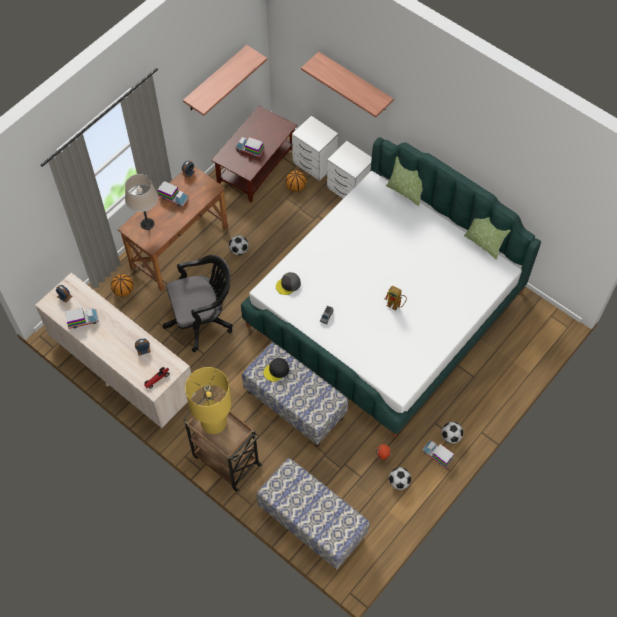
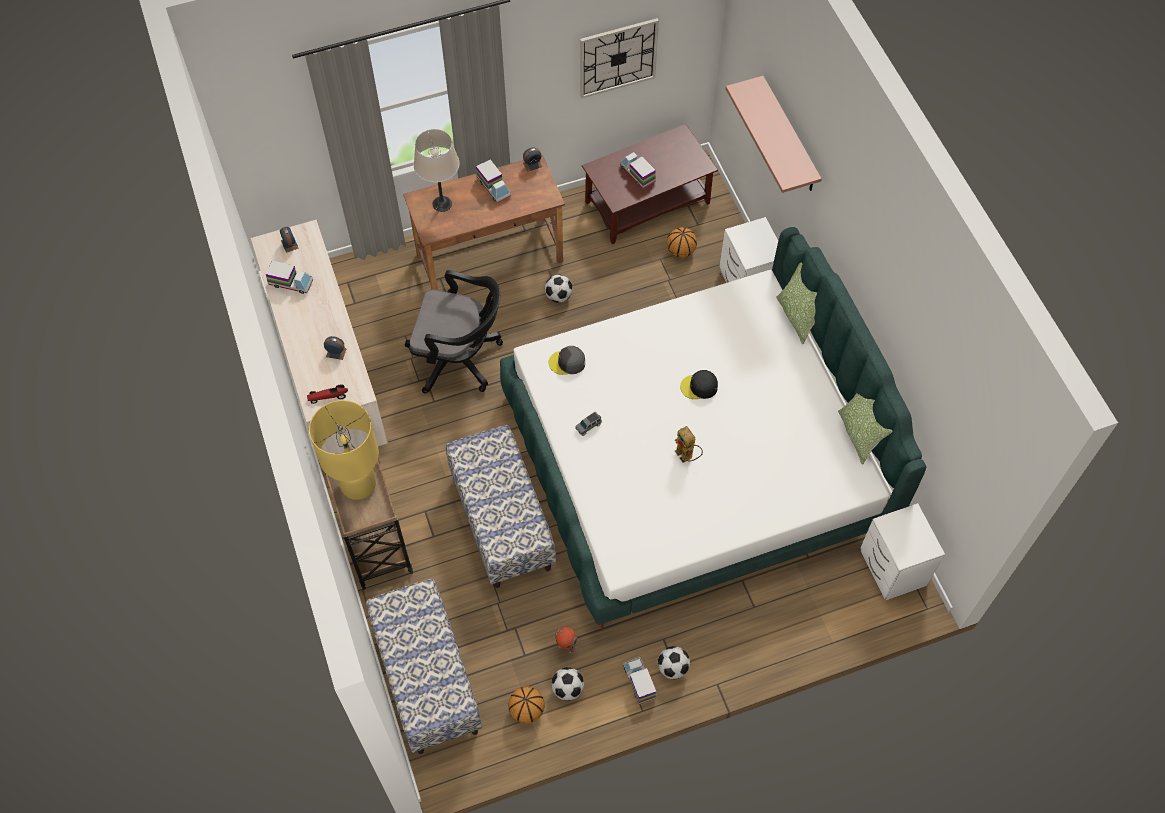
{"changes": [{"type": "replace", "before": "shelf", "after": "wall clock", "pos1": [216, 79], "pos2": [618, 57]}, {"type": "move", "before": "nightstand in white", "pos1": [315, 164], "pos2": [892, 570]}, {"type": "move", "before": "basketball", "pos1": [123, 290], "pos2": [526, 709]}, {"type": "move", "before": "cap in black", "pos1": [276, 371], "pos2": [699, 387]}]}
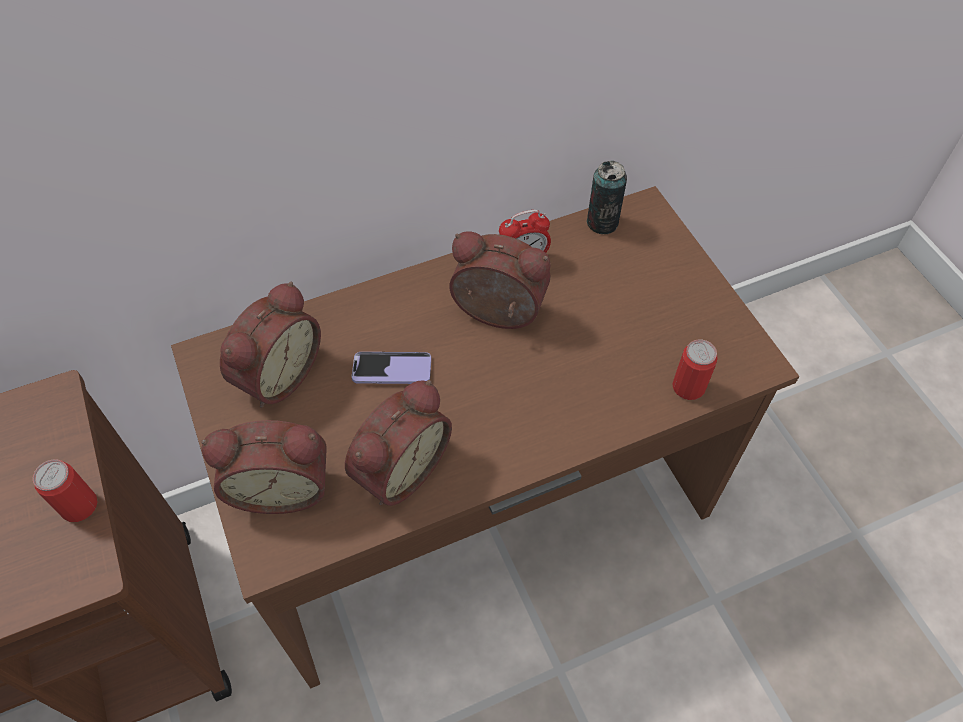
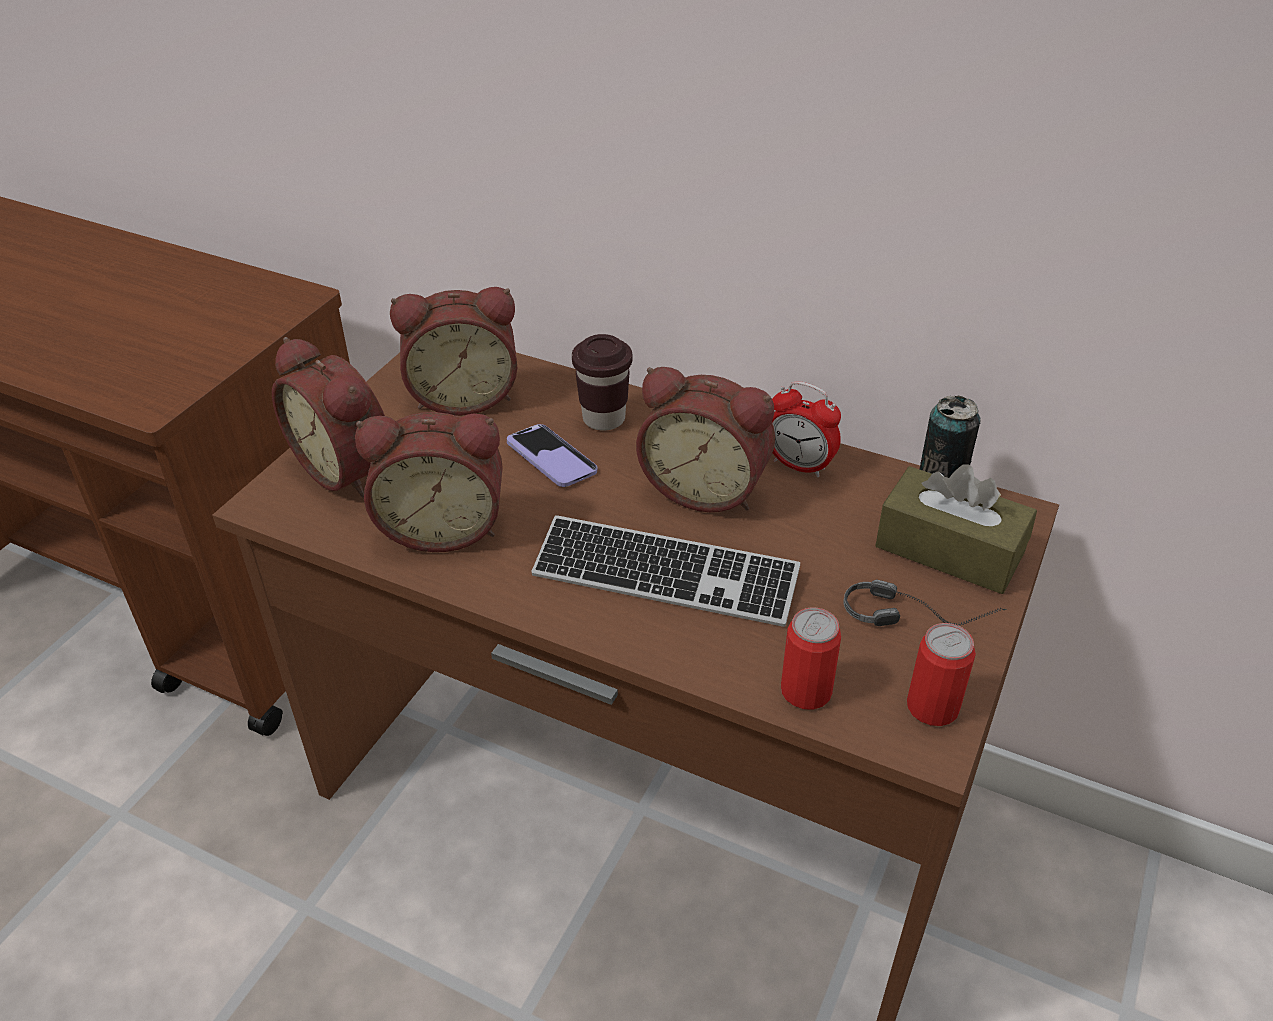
{"changes": [{"type": "rotate", "before": "alarm clock", "pos1": [497, 315], "pos2": [706, 487], "turn": 135}, {"type": "move", "before": "can", "pos1": [79, 506], "pos2": [932, 707]}, {"type": "insert", "after": "cup in brown", "pos2": [604, 419]}, {"type": "insert", "after": "tissue box in brown", "pos2": [949, 550]}, {"type": "insert", "after": "keyboard", "pos2": [665, 575]}, {"type": "insert", "after": "headphones", "pos2": [919, 614]}]}
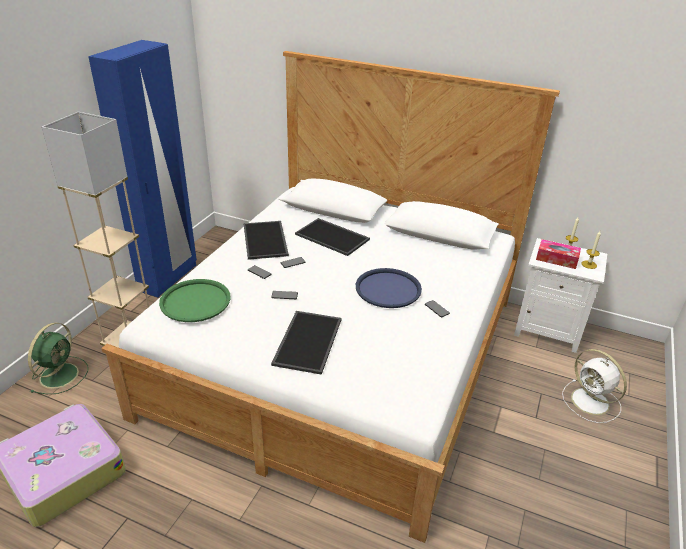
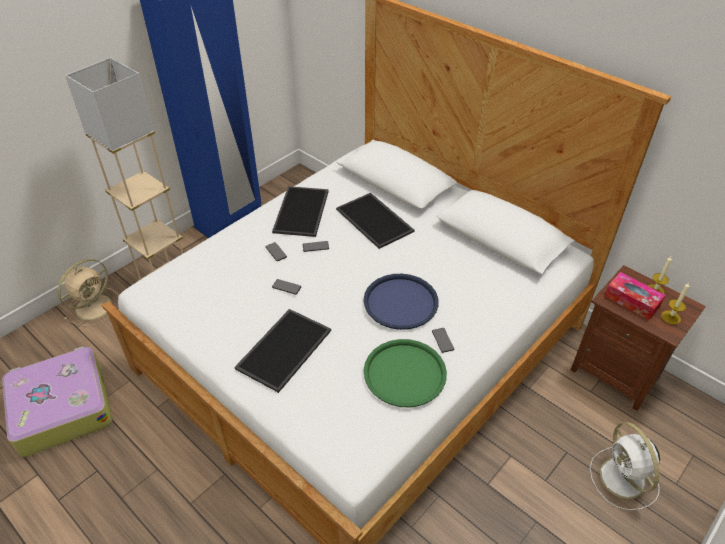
{"changes": [{"type": "recolor", "before": "nightstand in white", "after": "nightstand in brown", "pos1": [547, 329], "pos2": [616, 372]}, {"type": "move", "before": "tray in green", "pos1": [195, 301], "pos2": [405, 373]}, {"type": "recolor", "before": "fan in green", "after": "fan in beige", "pos1": [60, 374], "pos2": [95, 306]}]}
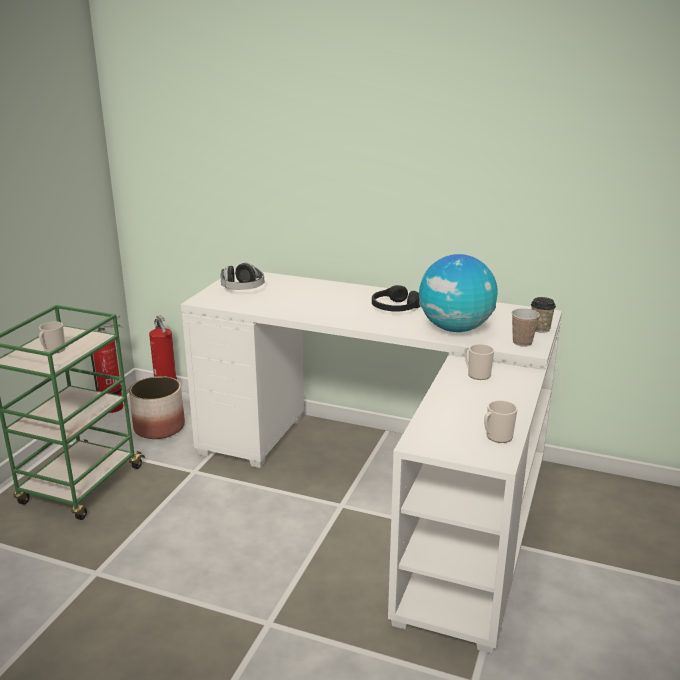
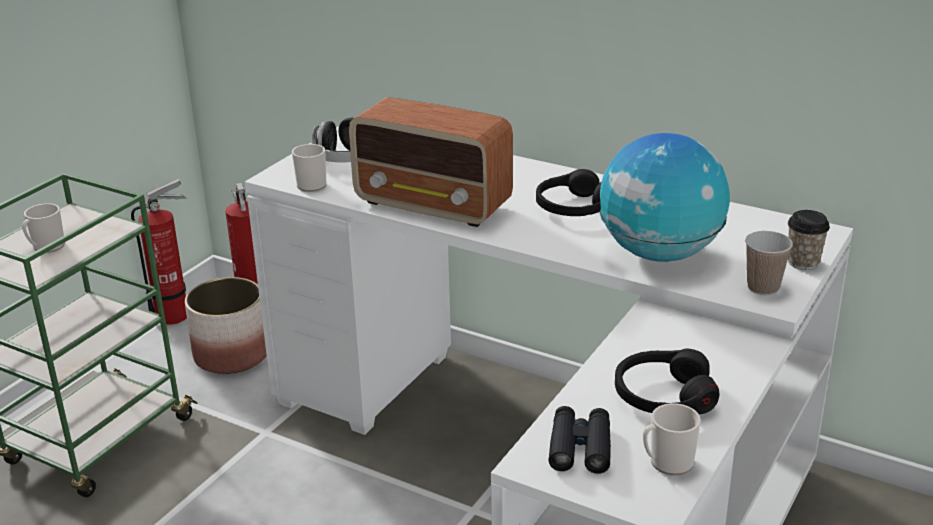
{"changes": [{"type": "move", "before": "mug", "pos1": [476, 374], "pos2": [309, 184]}, {"type": "insert", "after": "radio", "pos2": [434, 205]}, {"type": "insert", "after": "headphones in black", "pos2": [663, 396]}, {"type": "insert", "after": "binoculars in black", "pos2": [580, 447]}]}
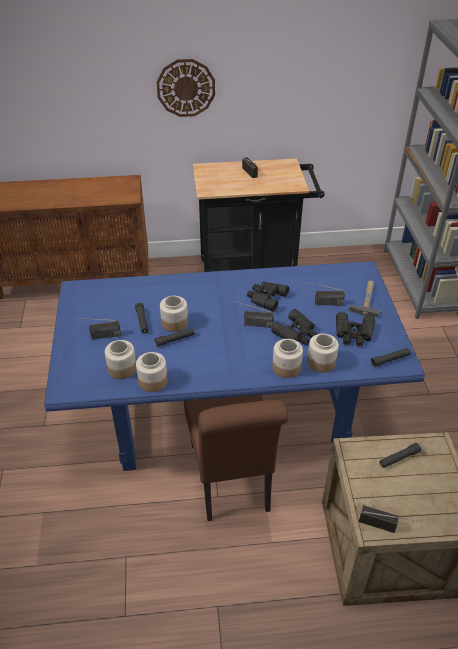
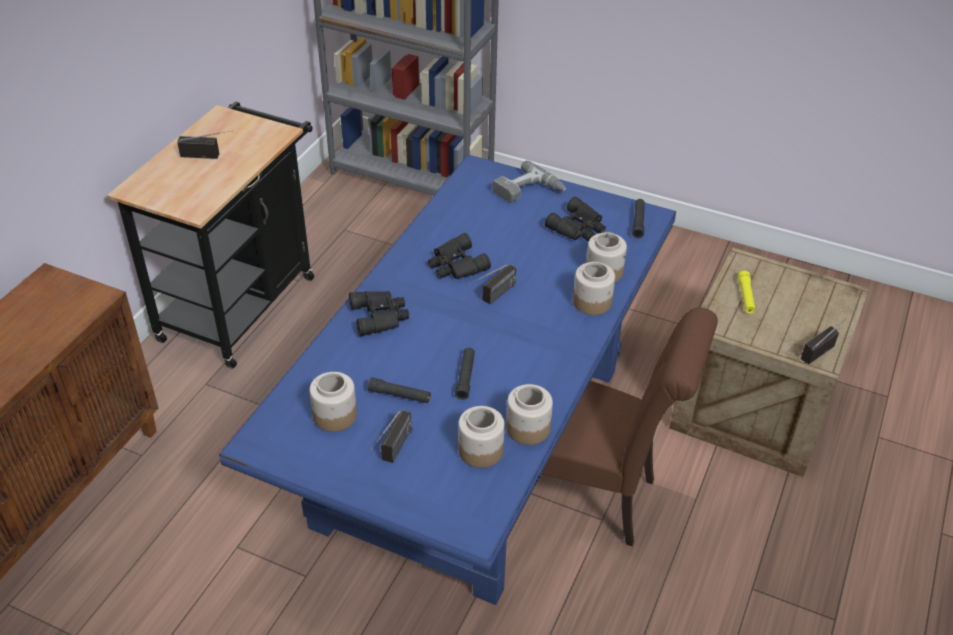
{"changes": [{"type": "delete", "before": "wall clock", "pos1": [186, 88]}, {"type": "replace", "before": "hammer", "after": "power drill", "pos1": [366, 299], "pos2": [528, 191]}, {"type": "delete", "before": "radio", "pos1": [321, 303]}, {"type": "move", "before": "jar", "pos1": [174, 323], "pos2": [334, 416]}, {"type": "move", "before": "binoculars in black", "pos1": [297, 333], "pos2": [380, 316]}, {"type": "recolor", "before": "flashlight in black", "after": "flashlight in yellow", "pos1": [399, 458], "pos2": [745, 296]}]}
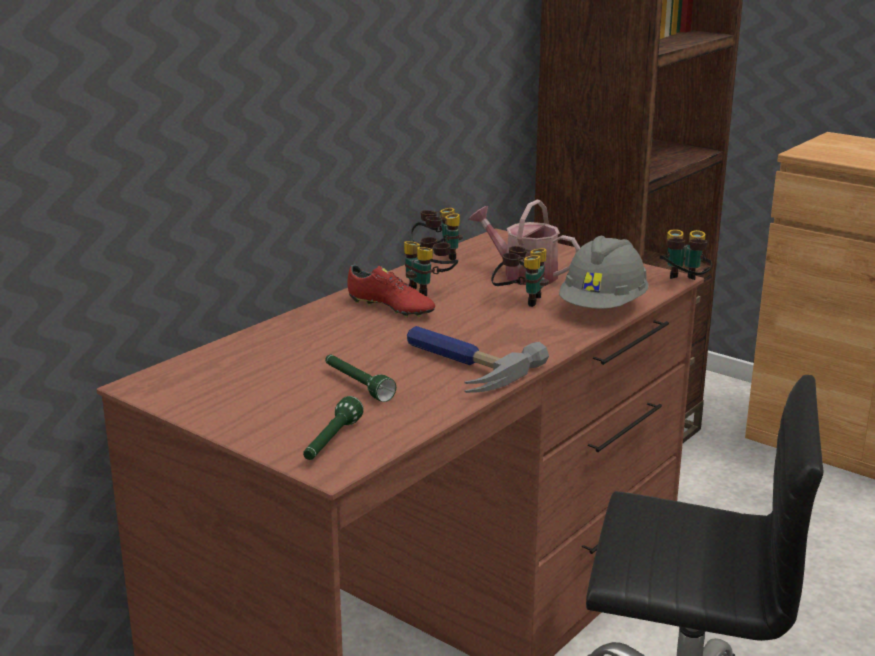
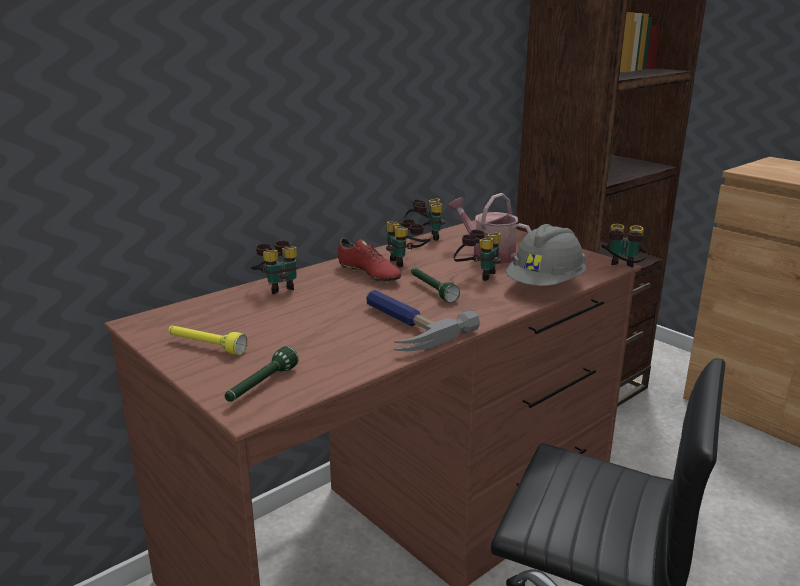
{"changes": [{"type": "move", "before": "flashlight in green", "pos1": [357, 385], "pos2": [432, 290]}, {"type": "insert", "after": "binoculars", "pos2": [278, 287]}, {"type": "insert", "after": "flashlight in yellow", "pos2": [206, 346]}]}
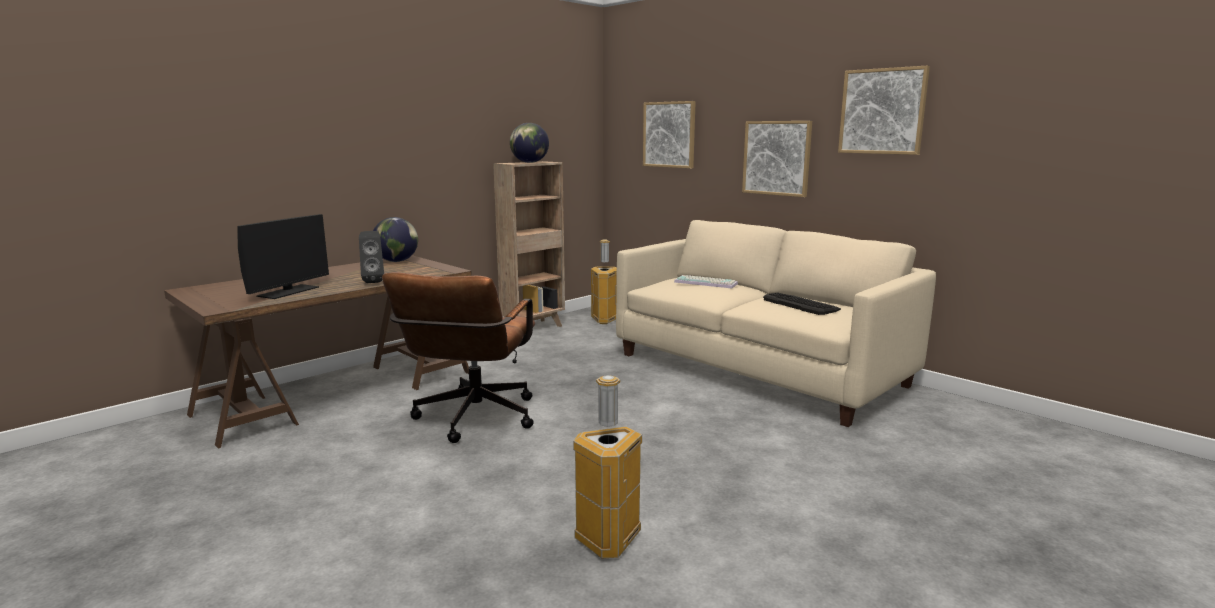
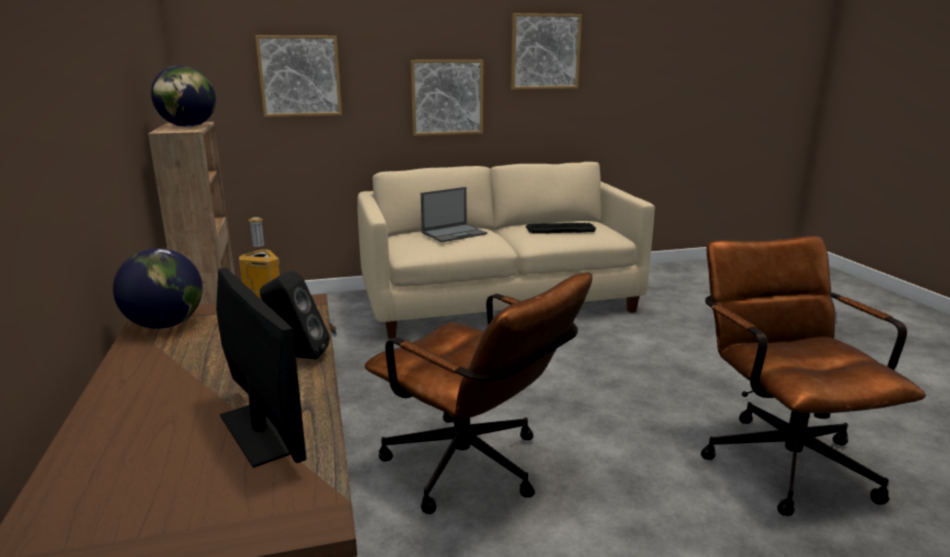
{"changes": [{"type": "replace", "before": "keyboard", "after": "laptop", "pos1": [706, 283], "pos2": [454, 233]}, {"type": "replace", "before": "trash can", "after": "office chair in brown", "pos1": [610, 540], "pos2": [780, 456]}]}
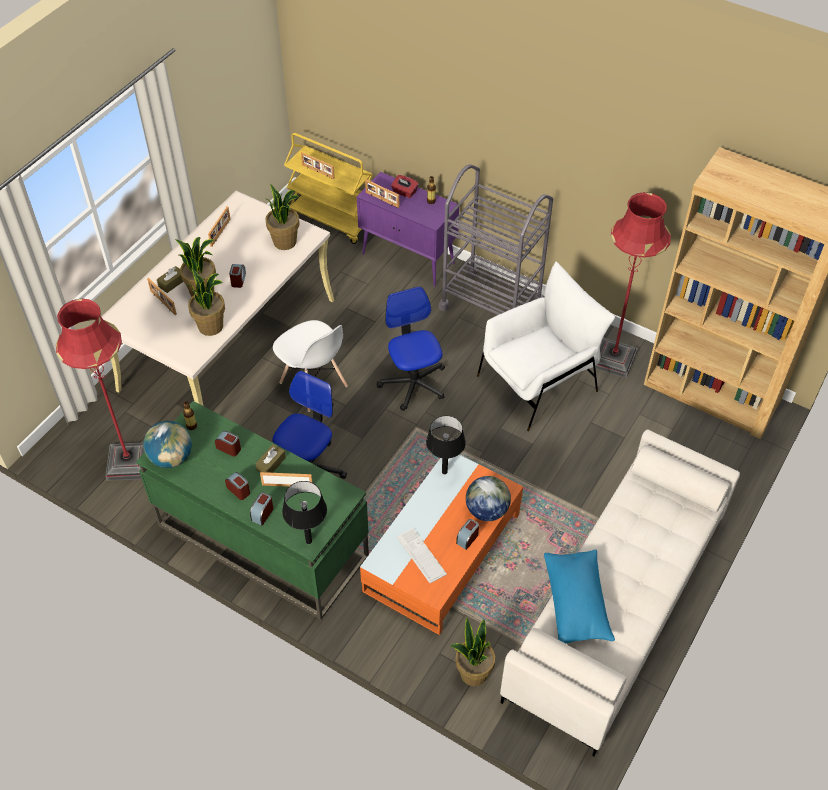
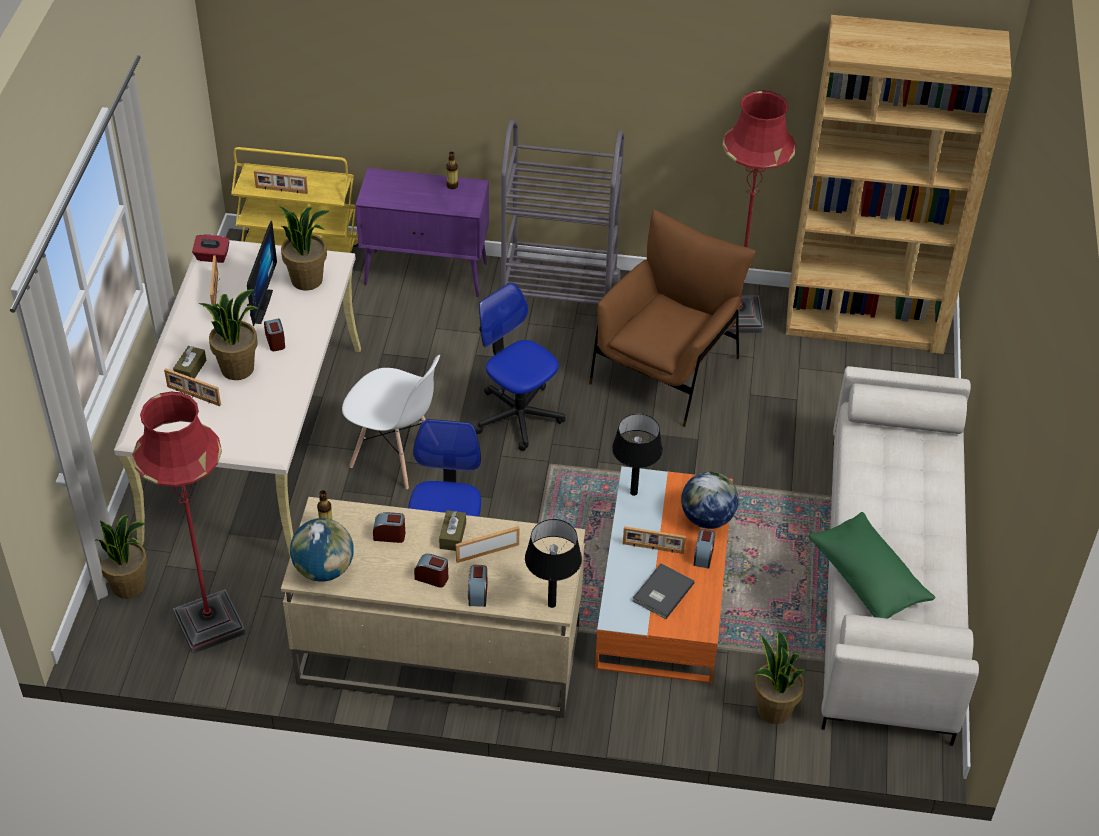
{"changes": [{"type": "move", "before": "tissue box in red", "pos1": [404, 192], "pos2": [212, 257]}, {"type": "move", "before": "picture frame", "pos1": [382, 200], "pos2": [653, 548]}, {"type": "recolor", "before": "armchair in white", "after": "armchair in brown", "pos1": [538, 383], "pos2": [665, 369]}, {"type": "move", "before": "potted plant", "pos1": [211, 326], "pos2": [129, 585]}, {"type": "recolor", "before": "desk in green", "after": "desk in beige", "pos1": [262, 540], "pos2": [438, 655]}, {"type": "replace", "before": "keyboard", "after": "book in grey", "pos1": [421, 555], "pos2": [661, 592]}, {"type": "recolor", "before": "pillow in blue", "after": "pillow in green", "pos1": [576, 603], "pos2": [868, 578]}, {"type": "insert", "after": "monitor", "pos2": [257, 306]}]}
